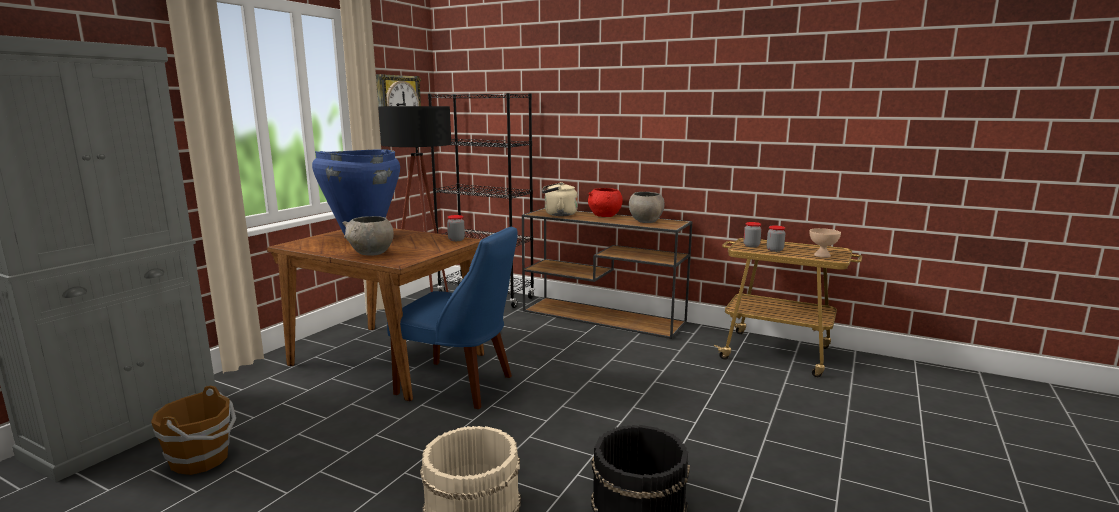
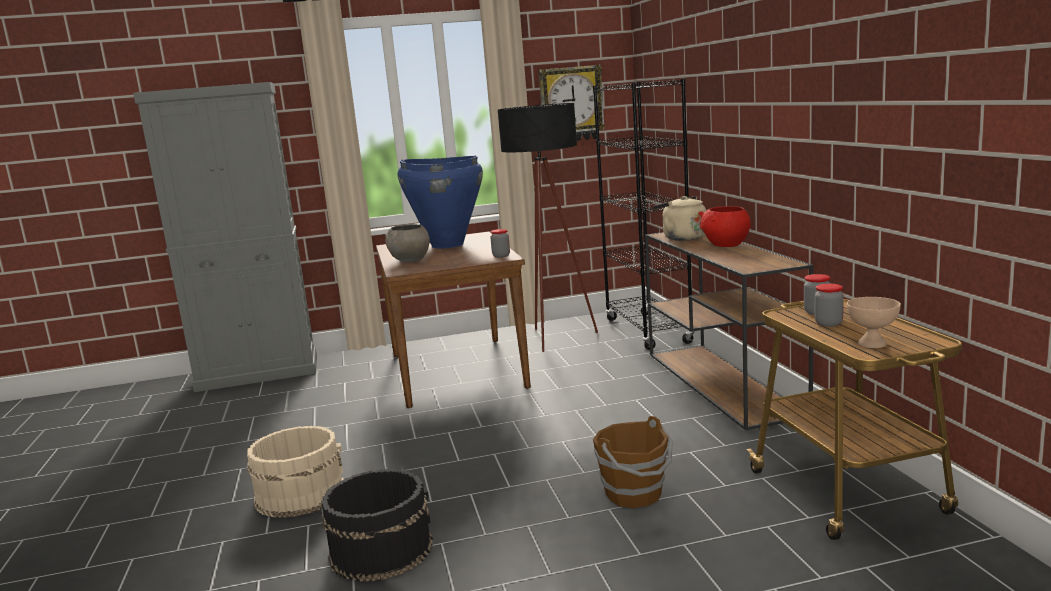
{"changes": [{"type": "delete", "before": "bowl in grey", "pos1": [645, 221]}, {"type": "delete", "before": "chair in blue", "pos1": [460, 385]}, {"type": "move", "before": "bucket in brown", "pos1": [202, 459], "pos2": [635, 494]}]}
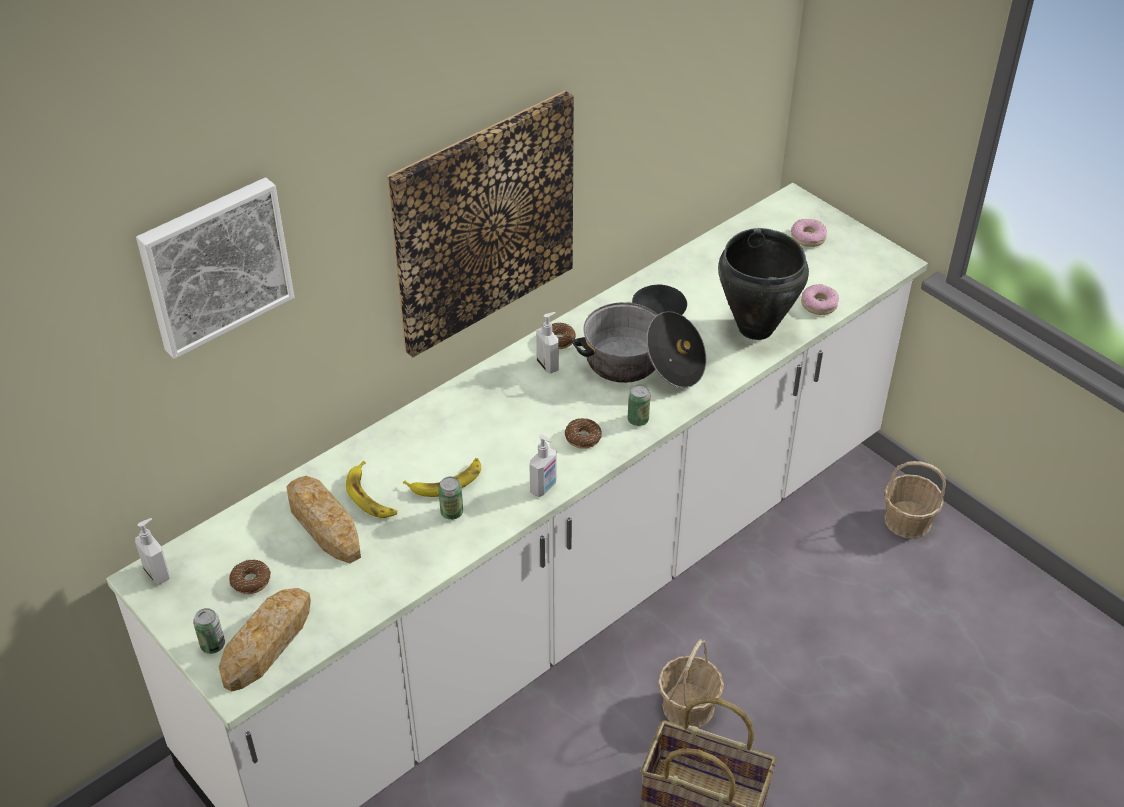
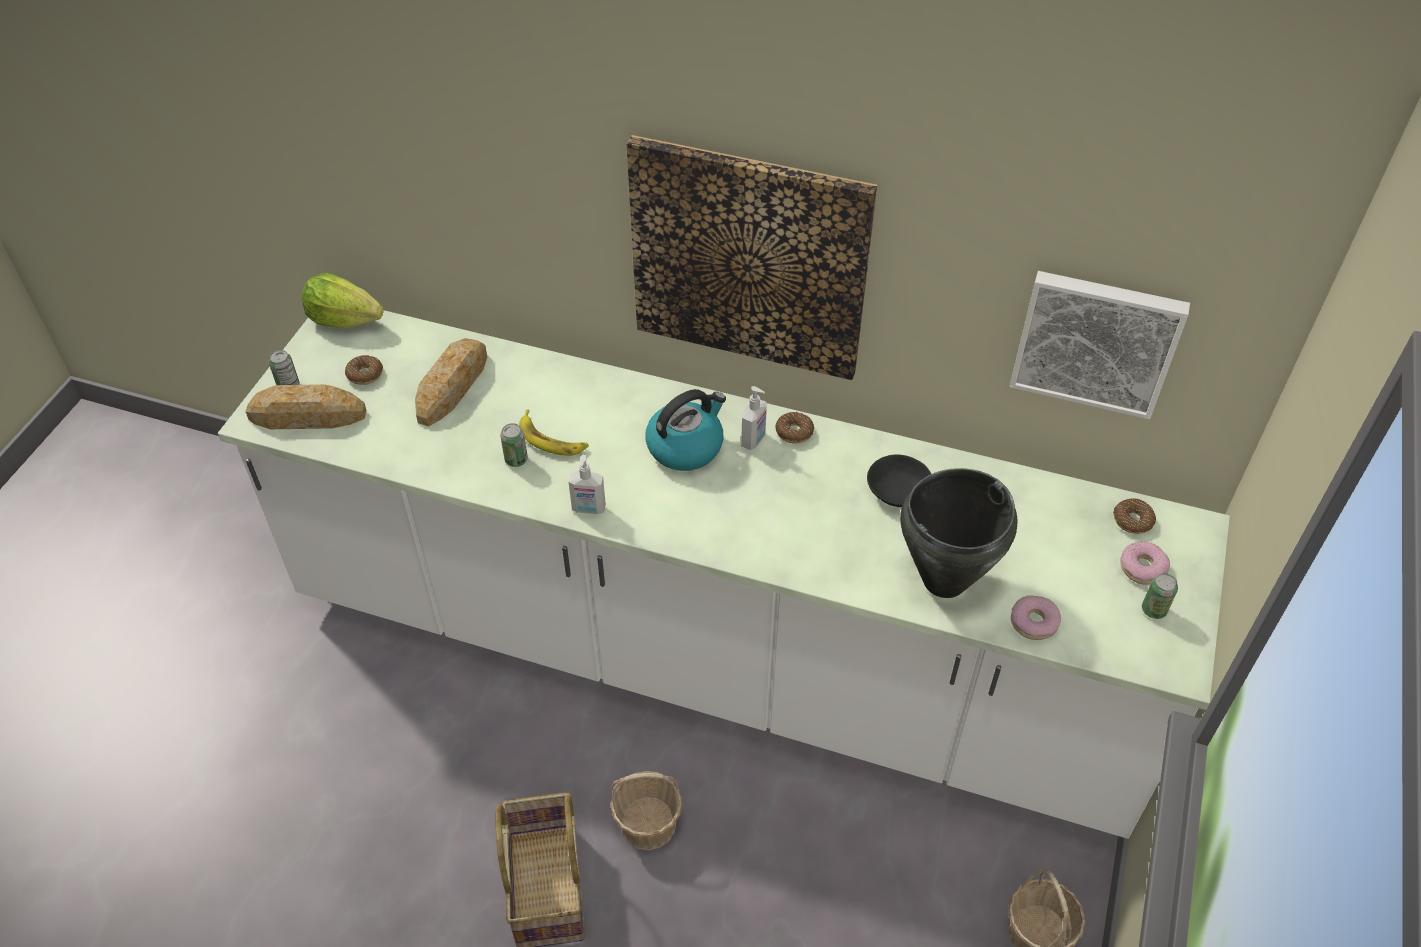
{"changes": [{"type": "move", "before": "picture", "pos1": [214, 264], "pos2": [1096, 341]}, {"type": "delete", "before": "cooking pot", "pos1": [641, 364]}, {"type": "move", "before": "can", "pos1": [638, 420], "pos2": [1153, 610]}, {"type": "move", "before": "donut", "pos1": [583, 438], "pos2": [1132, 520]}, {"type": "delete", "before": "banana", "pos1": [371, 496]}, {"type": "replace", "before": "soap dispenser", "after": "lettuce", "pos1": [158, 573], "pos2": [344, 320]}, {"type": "insert", "after": "kettle", "pos2": [686, 446]}]}
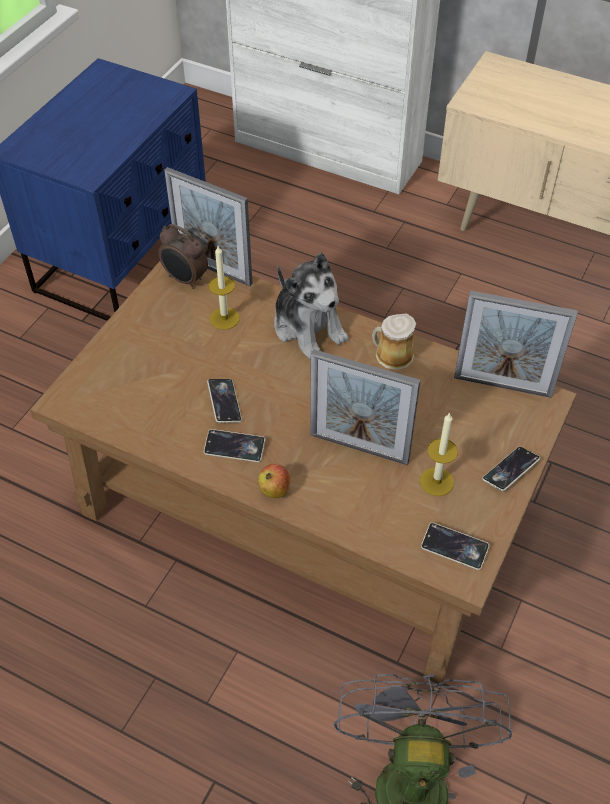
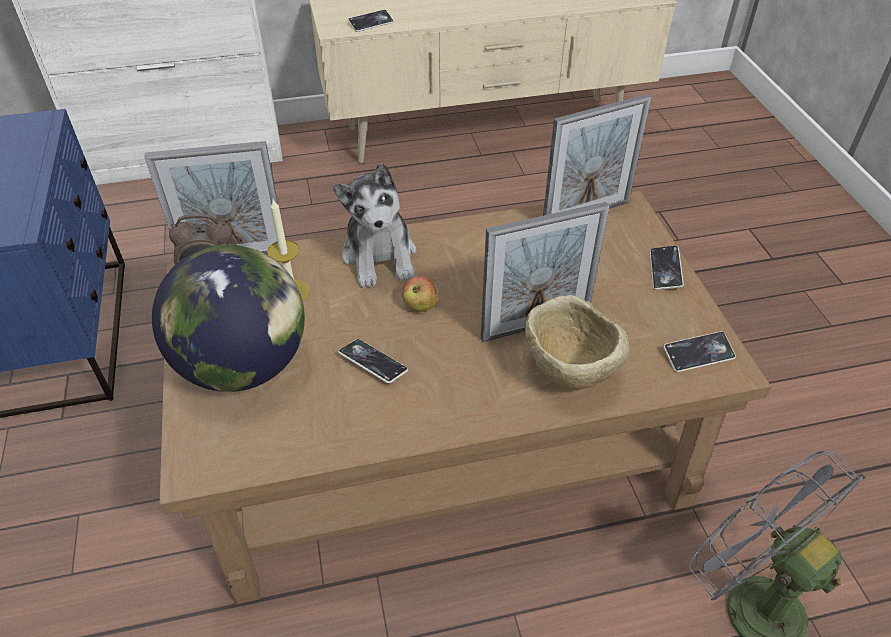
{"changes": [{"type": "rotate", "before": "plush toy", "pos1": [308, 327], "pos2": [380, 256], "turn": 60}, {"type": "delete", "before": "mug", "pos1": [391, 355]}, {"type": "delete", "before": "candle", "pos1": [436, 481]}, {"type": "move", "before": "phone", "pos1": [234, 448], "pos2": [371, 23]}, {"type": "move", "before": "apple", "pos1": [274, 490], "pos2": [420, 306]}, {"type": "insert", "after": "globe", "pos2": [245, 365]}, {"type": "insert", "after": "bowl in beige", "pos2": [569, 372]}]}
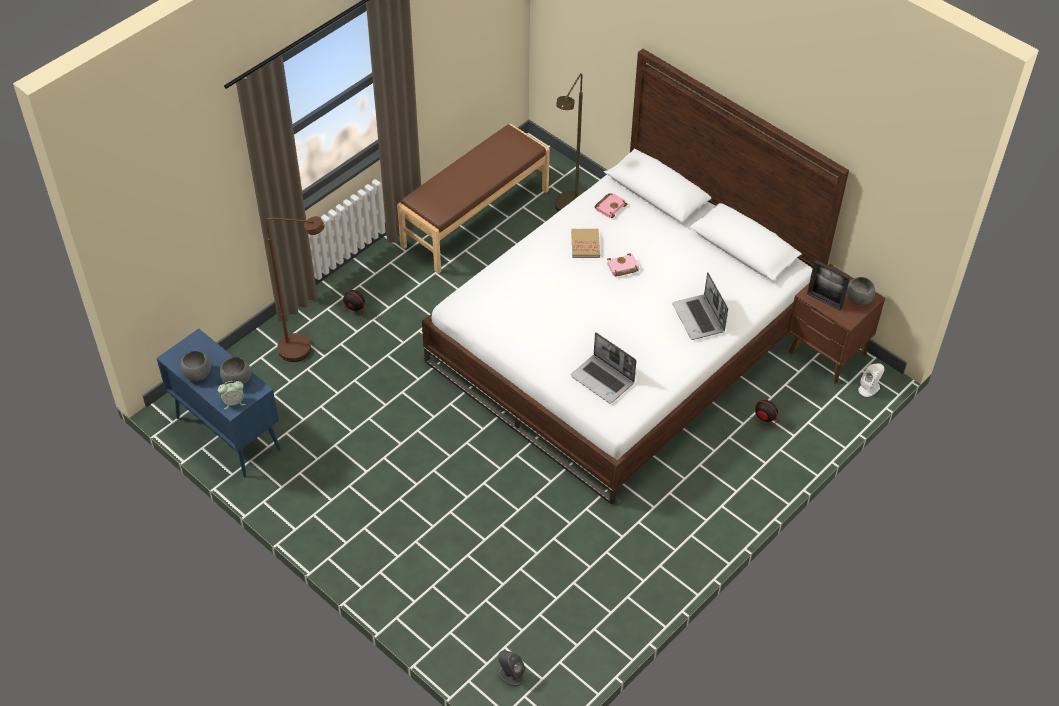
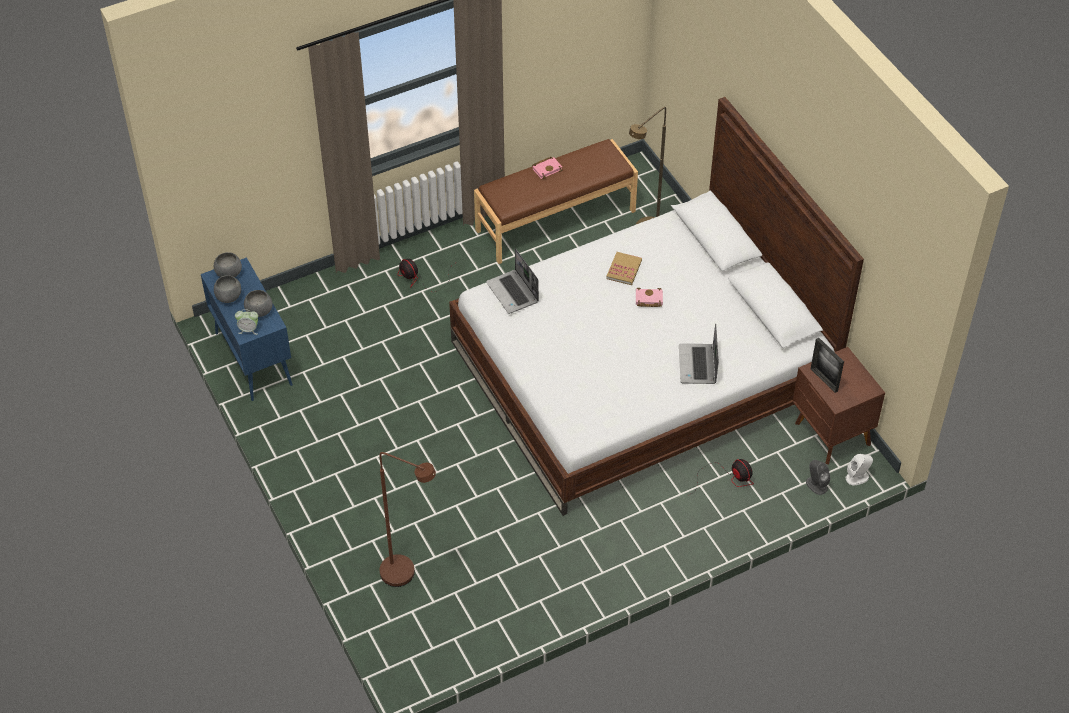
{"changes": [{"type": "move", "before": "book in pink", "pos1": [610, 206], "pos2": [547, 168]}, {"type": "move", "before": "floor lamp in brown", "pos1": [304, 349], "pos2": [406, 575]}, {"type": "move", "before": "bowl in grey", "pos1": [858, 299], "pos2": [229, 273]}, {"type": "move", "before": "laptop", "pos1": [603, 380], "pos2": [513, 293]}, {"type": "move", "before": "speaker in grey", "pos1": [510, 675], "pos2": [816, 485]}]}
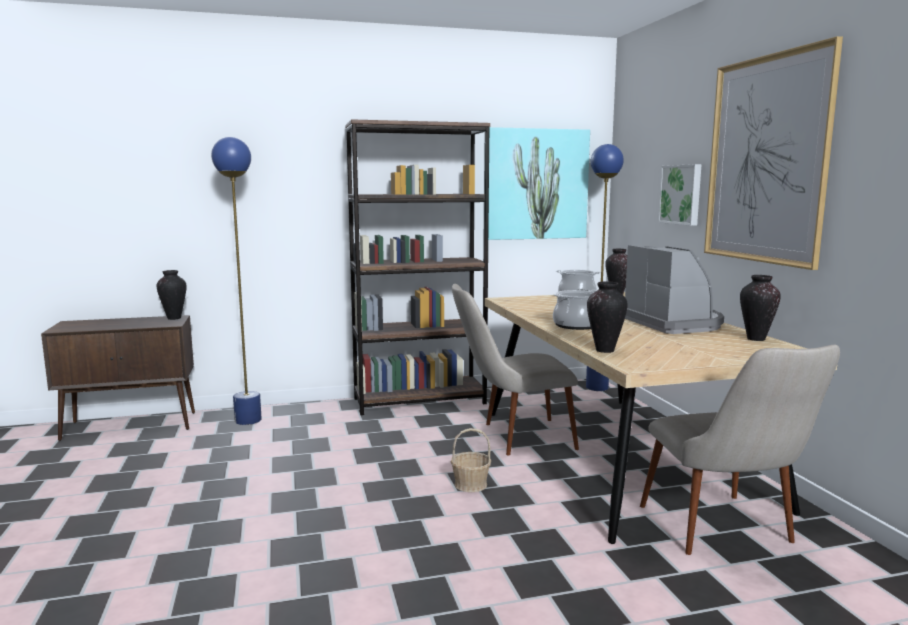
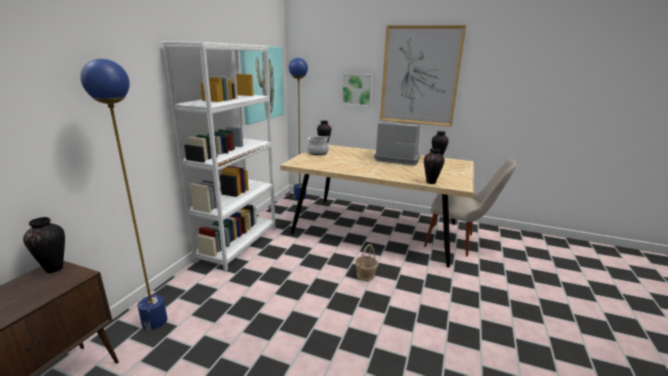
{"changes": [{"type": "recolor", "before": "bookcase in brown", "after": "bookcase in white", "pos1": [420, 401], "pos2": [238, 243]}, {"type": "delete", "before": "chair in beige", "pos1": [512, 437]}, {"type": "delete", "before": "cooking pot", "pos1": [576, 325]}]}
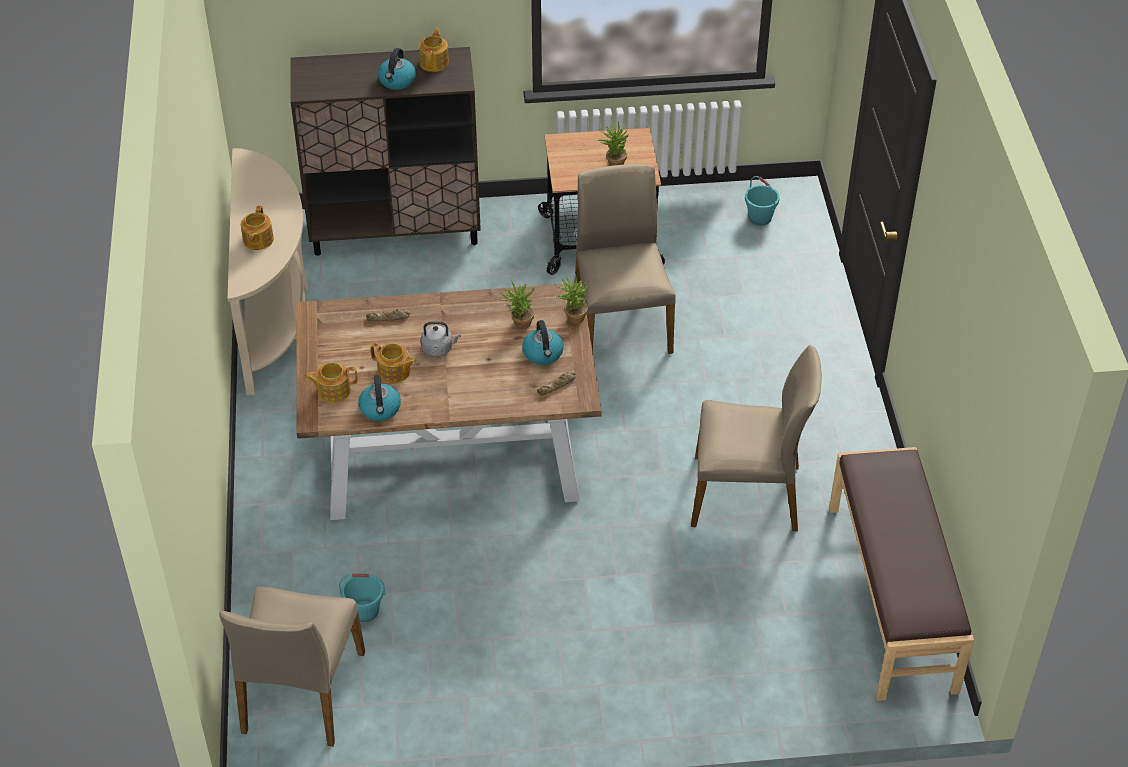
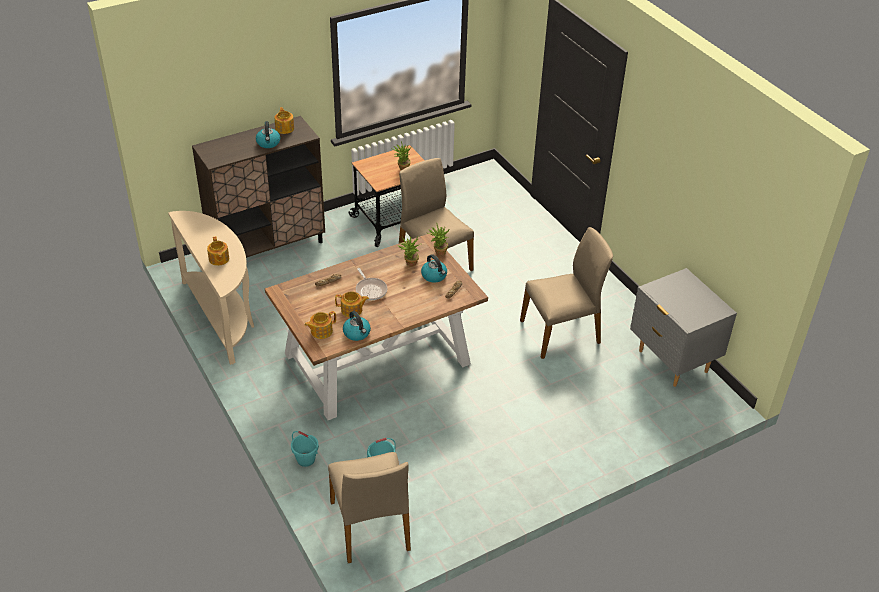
{"changes": [{"type": "move", "before": "bucket in turquoise", "pos1": [760, 218], "pos2": [306, 459]}, {"type": "replace", "before": "kettle in grey", "after": "frying pan", "pos1": [439, 348], "pos2": [370, 290]}, {"type": "replace", "before": "bench in brown", "after": "nightstand in grey", "pos1": [893, 597], "pos2": [672, 361]}]}
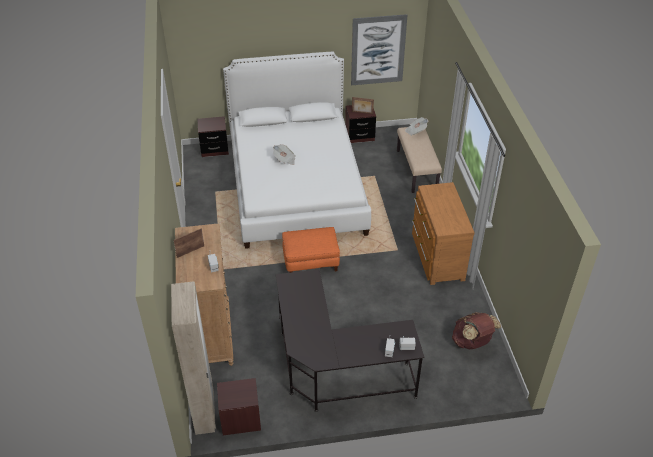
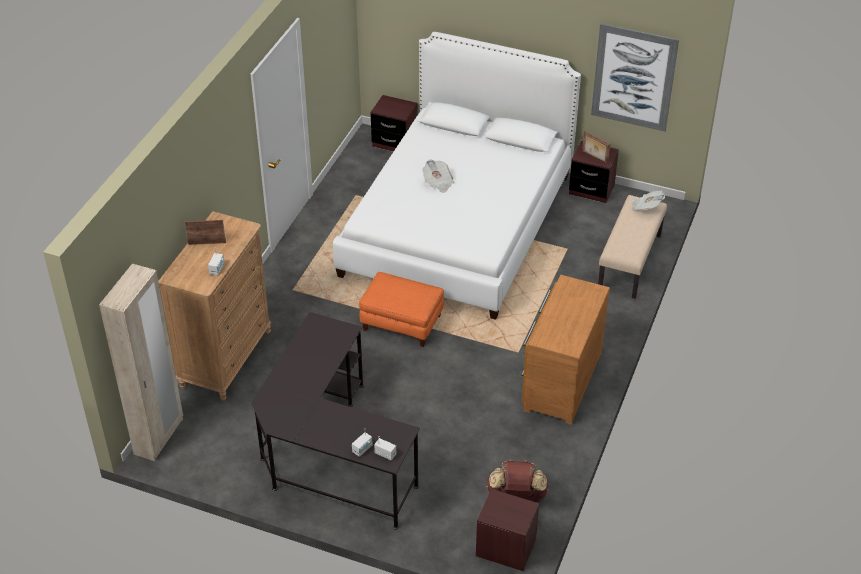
{"changes": [{"type": "move", "before": "nightstand in brown", "pos1": [240, 419], "pos2": [506, 547]}]}
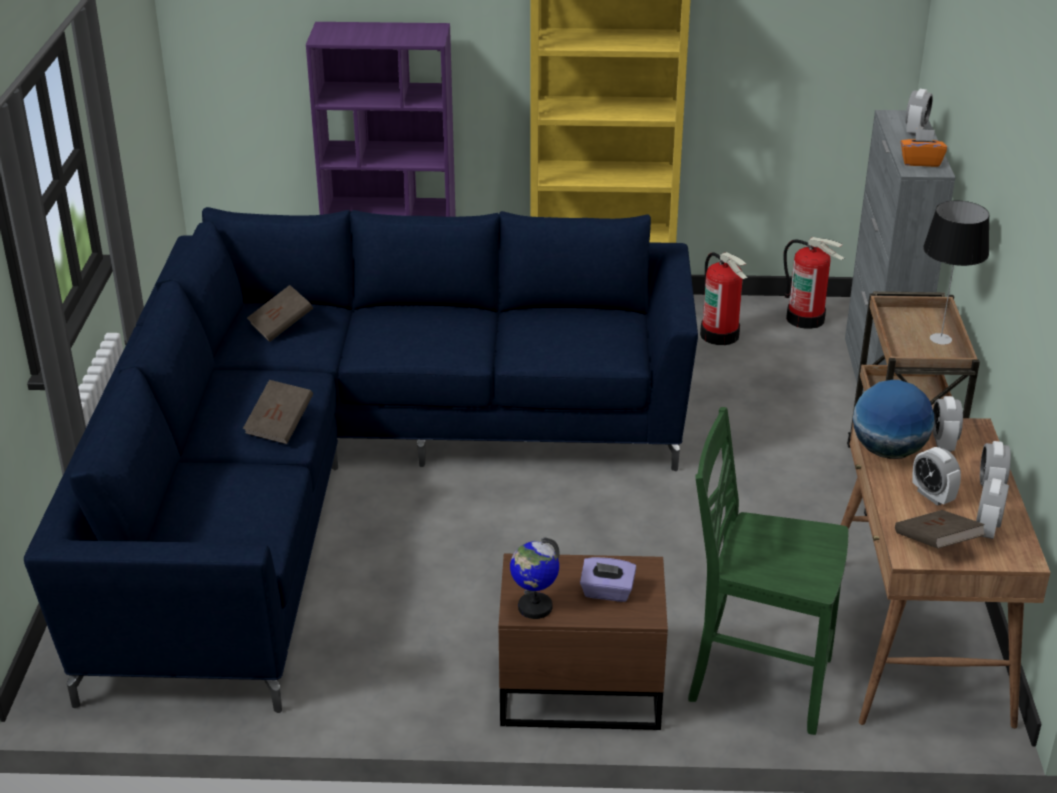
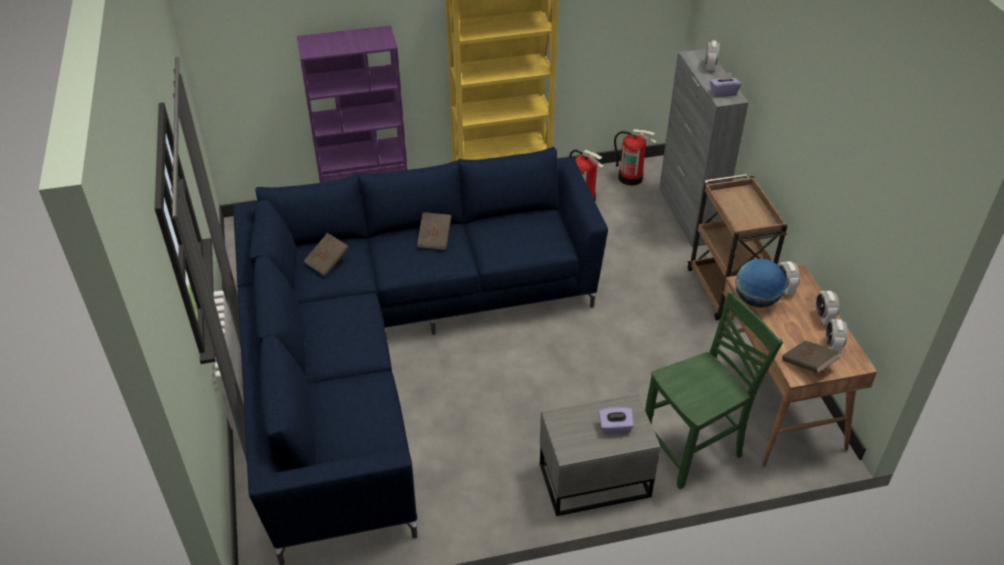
{"changes": [{"type": "recolor", "before": "tissue box in orange", "after": "tissue box in purple", "pos1": [920, 162], "pos2": [723, 92]}, {"type": "delete", "before": "table lamp", "pos1": [941, 339]}, {"type": "move", "before": "book in brown", "pos1": [280, 425], "pos2": [434, 238]}, {"type": "rotate", "before": "chair in green", "pos1": [756, 680], "pos2": [694, 449], "turn": 150}, {"type": "delete", "before": "alarm clock", "pos1": [932, 496]}, {"type": "delete", "before": "globe", "pos1": [534, 607]}, {"type": "recolor", "before": "nightstand in brown", "after": "nightstand in grey", "pos1": [578, 688], "pos2": [592, 479]}]}
